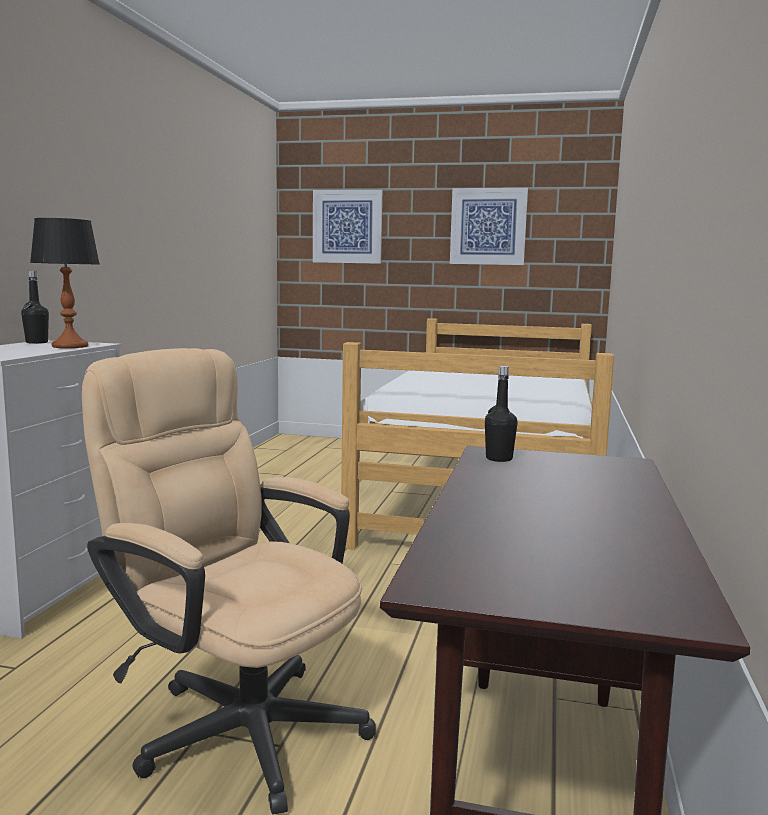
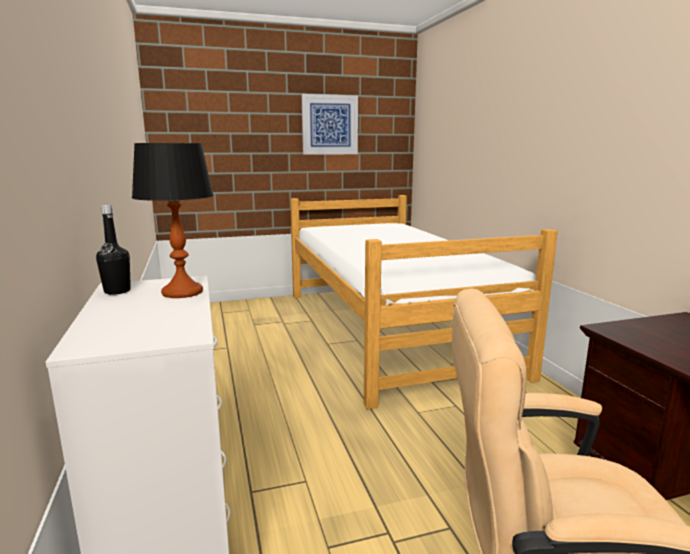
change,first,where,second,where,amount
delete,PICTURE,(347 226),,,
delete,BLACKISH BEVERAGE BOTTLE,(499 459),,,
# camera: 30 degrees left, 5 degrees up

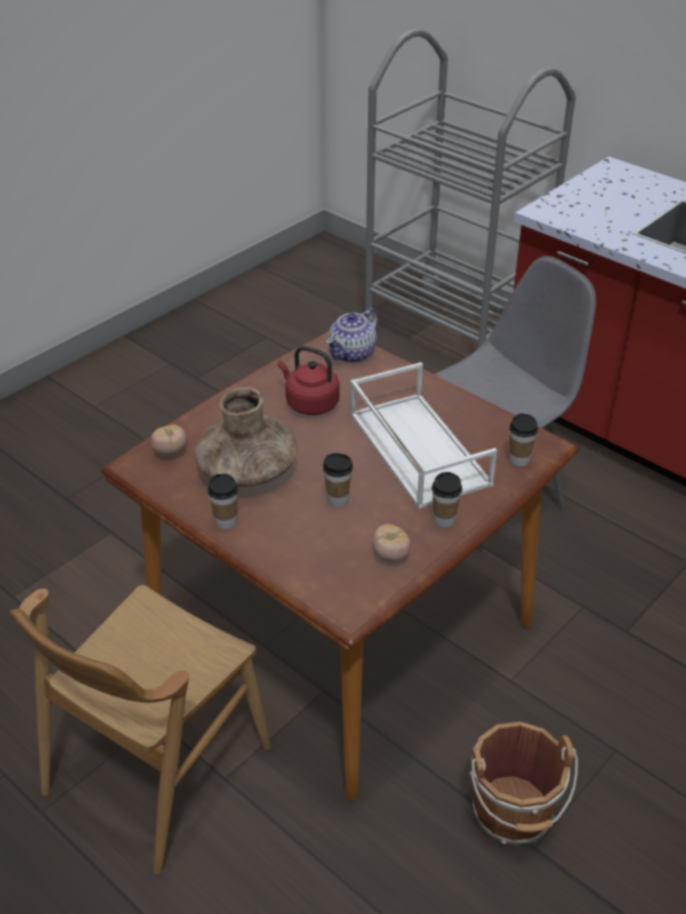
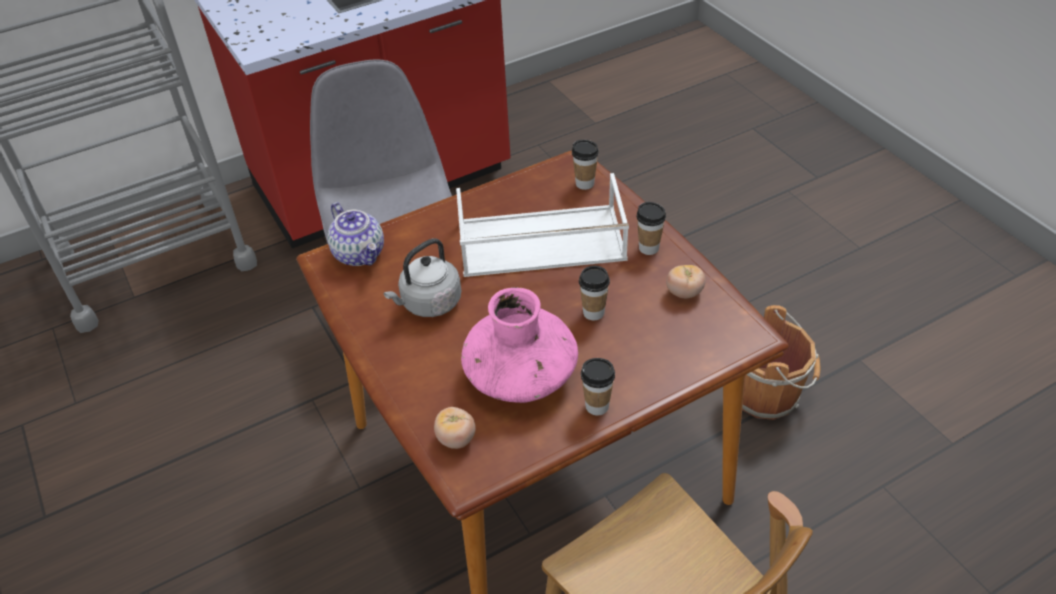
change,first,where,second,where,amount
recolor,BROWN FLOWER VASE,(247 471),PINK-COLOURED FLOWER VASE,(521 375),
recolor,REDDISH KETTLE,(309 403),GREY KETTLE,(428 303),
# camera: 70 degrees left, 5 degrees up

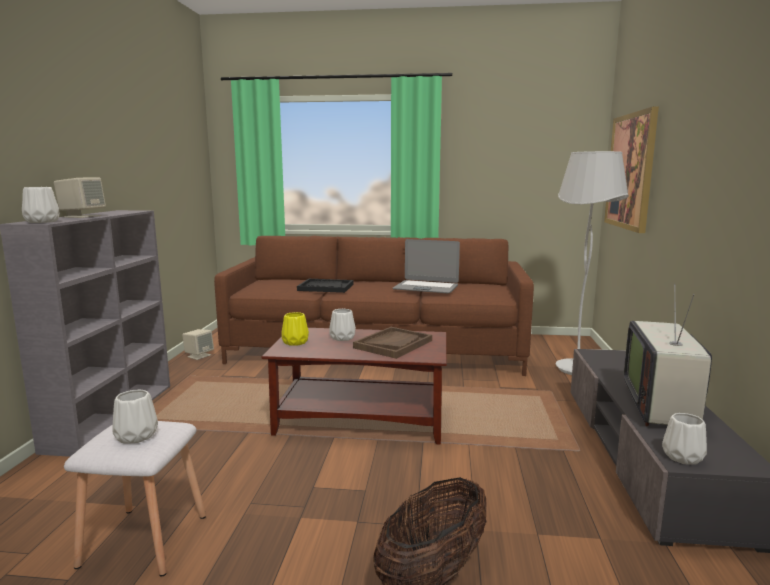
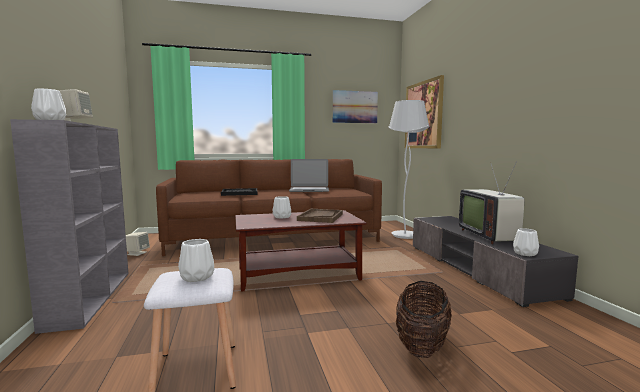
change,first,where,second,where,amount
delete,YELLOW FLOWER VASE,(295 342),,,
insert,,,PICTURE,(355 107),
# camera: 20 degrees left, 5 degrees down

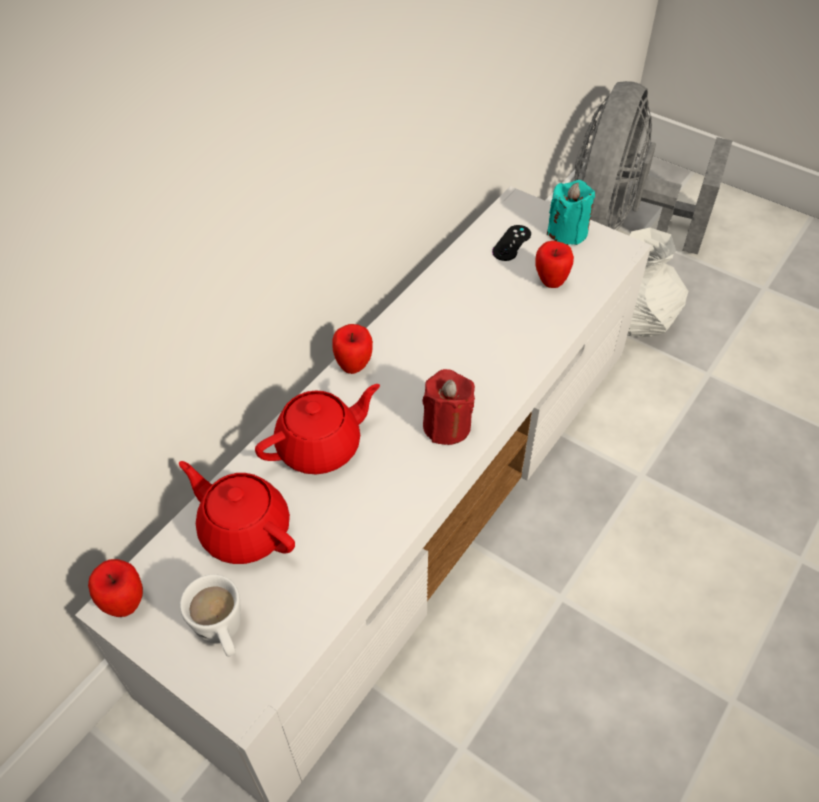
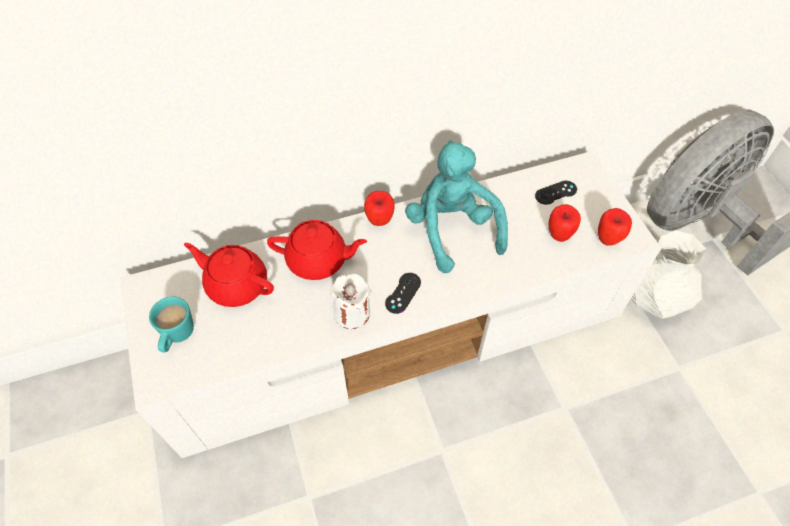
change,first,where,second,where,amount
delete,BLUE-GREEN WAX LIGHT,(567 232),,,
insert,,,WHITE WAX LIGHT,(351 313),
insert,,,BLUE-GREEN PLUSH TOY,(452 230),
move,APPLE,(126 604),,(608 239),
replace,REDDISH WAX LIGHT,(447 426),BLACKISH GAME CONTROLLER,(403 293),
recolor,WHITE MUG,(223 634),BLUE-GREEN MUG,(177 337),
rotate,REDDISH TEAPOT,(244 529),,(236 284),45 degrees counterclockwise
# camera: 35 degrees right, 5 degrees up

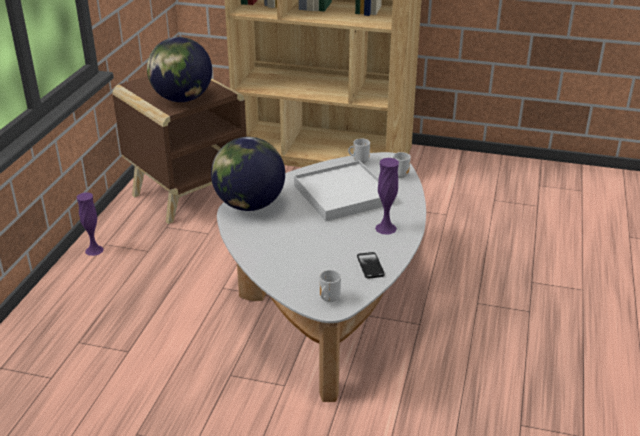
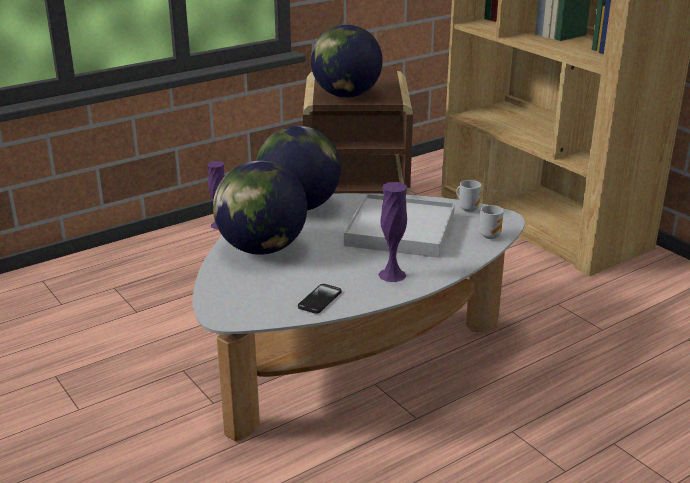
change,first,where,second,where,amount
delete,MUG,(328 299),,,
insert,,,GLOBE,(261 249),
# camera: 40 degrees right, 5 degrees down

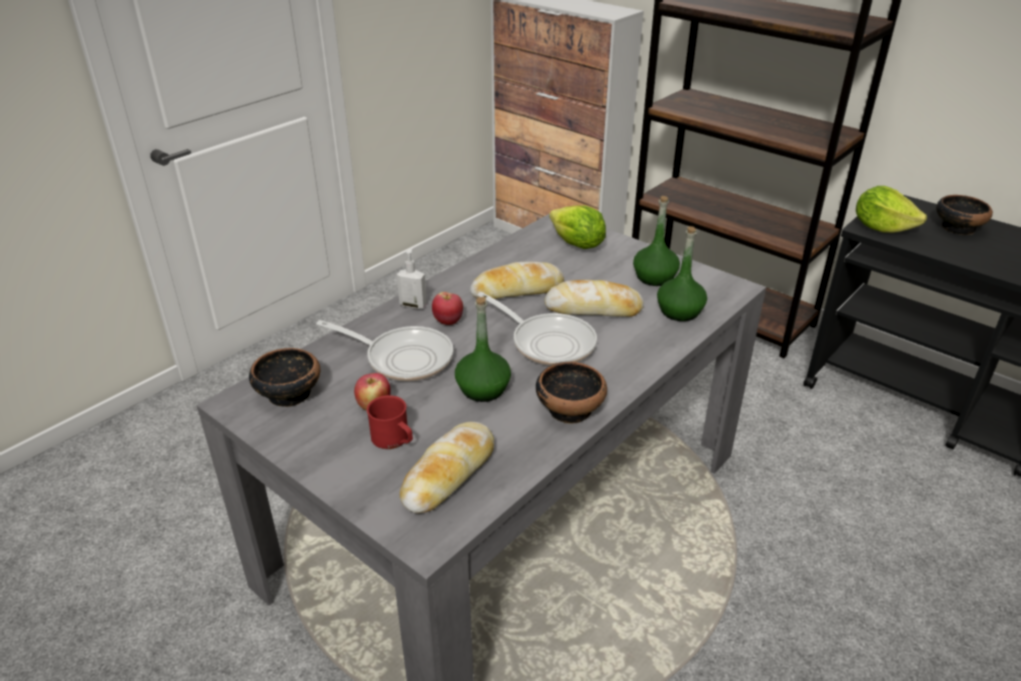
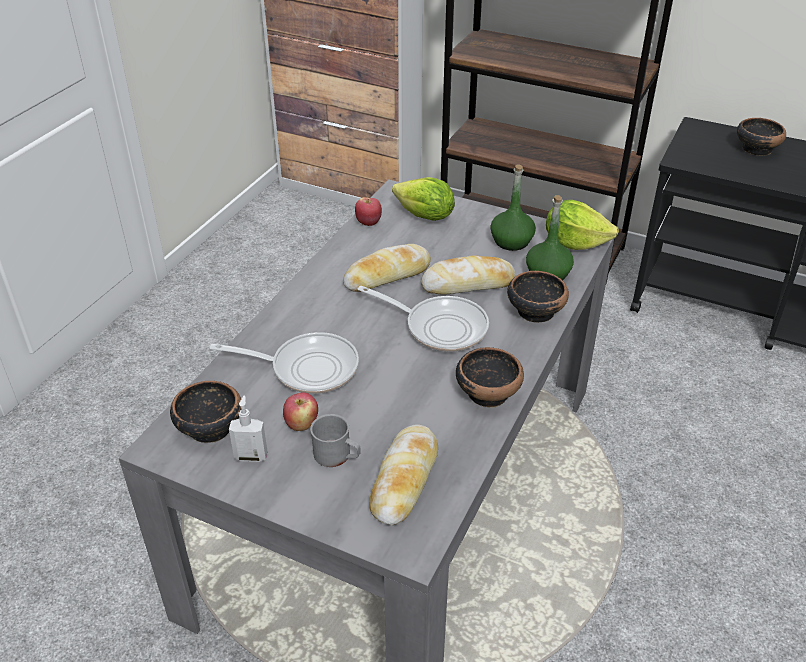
change,first,where,second,where,amount
delete,GREEN BEVERAGE BOTTLE,(483 389),,,
insert,,,SERVING BOWL,(535 311),
move,SOAP BOTTLE,(413 305),,(251 456),
move,APPLE,(448 321),,(369 223),
move,HEAD OF LETTUCE,(881 228),,(574 243),
recolor,REDDISH MUG,(394 440),GREY MUG,(337 456),
# camera: 15 degrees left, 5 degrees up

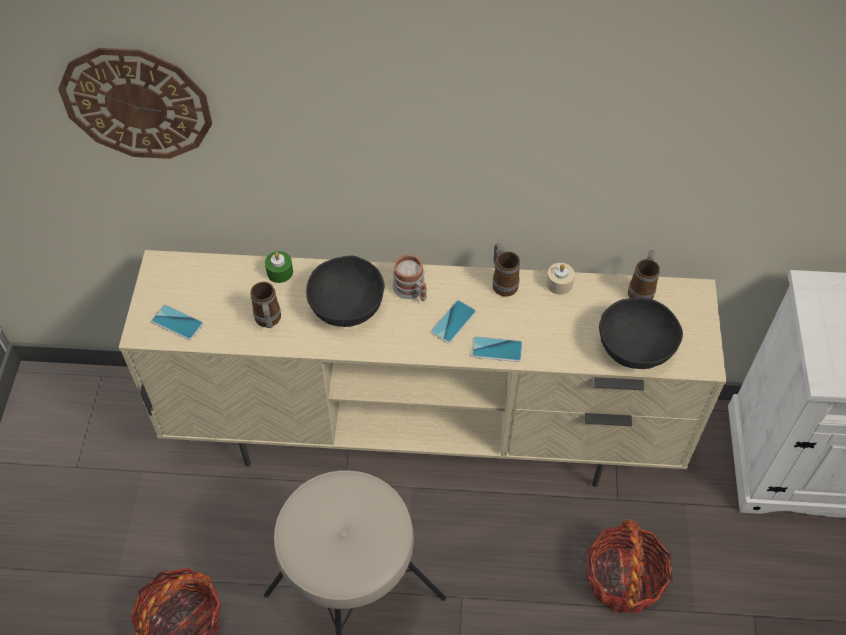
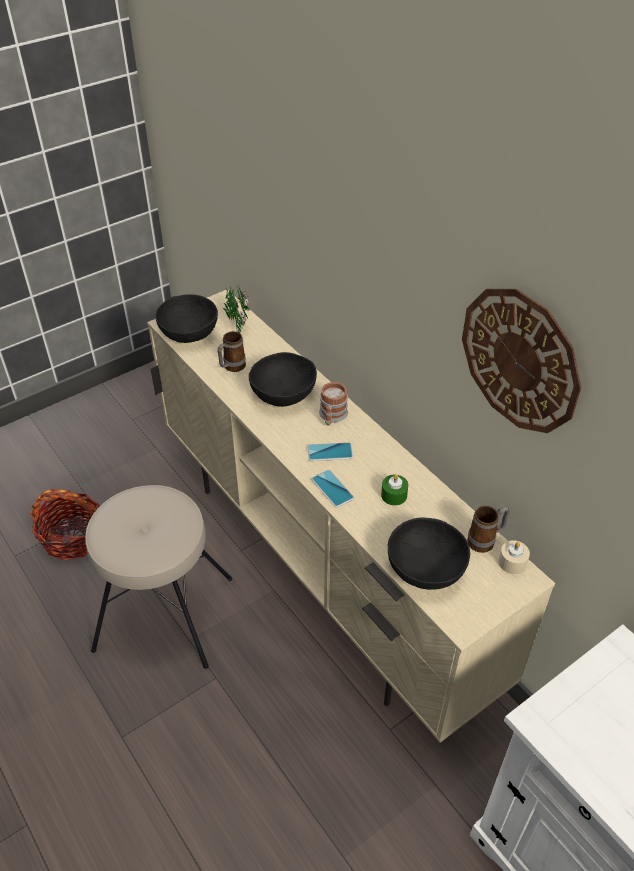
change,first,where,second,where,amount
delete,MUG,(502 282),,,
delete,STORAGE BASKET,(623 578),,,
insert,,,PLANT IN A POT,(237 325),
move,HANGING CLOCK,(137 103),,(520 360),
move,GREEN WAX LIGHT,(280 272),,(394 495),
move,SAND-COLOURED WAX LIGHT,(559 283),,(512 562),
replace,PHONE,(177 322),BLACKISH SERVING BOWL,(189 332),
# camera: 50 degrees right, 10 degrees down

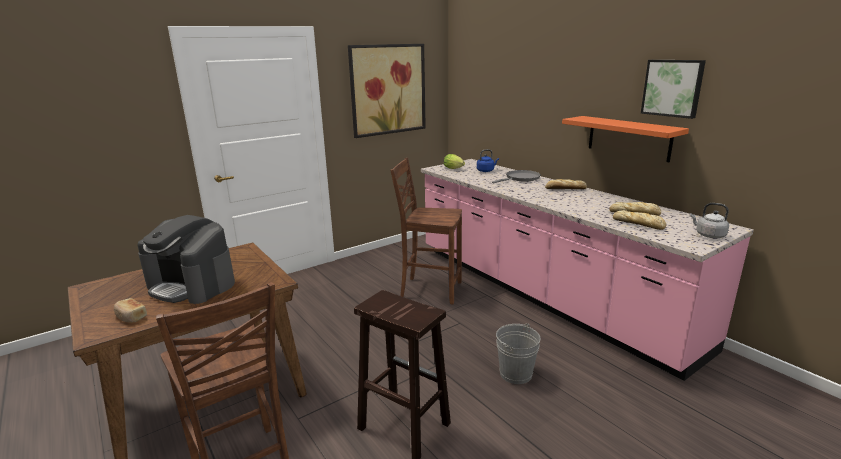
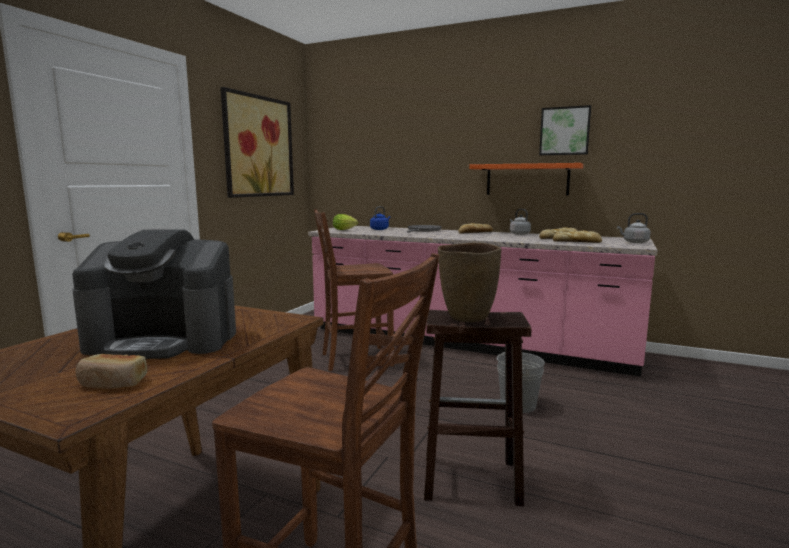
change,first,where,second,where,amount
insert,,,BROWN FLOWER VASE,(467 317),
insert,,,GREY KETTLE,(518 234),
# camera: 30 degrees left, 10 degrees down

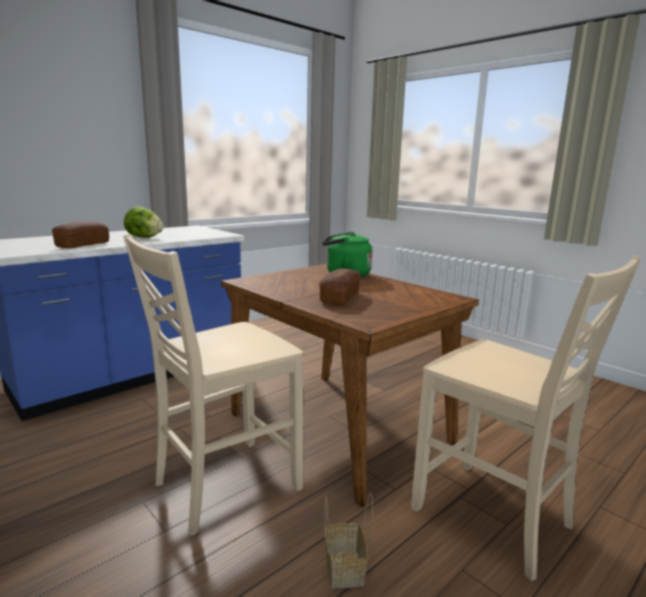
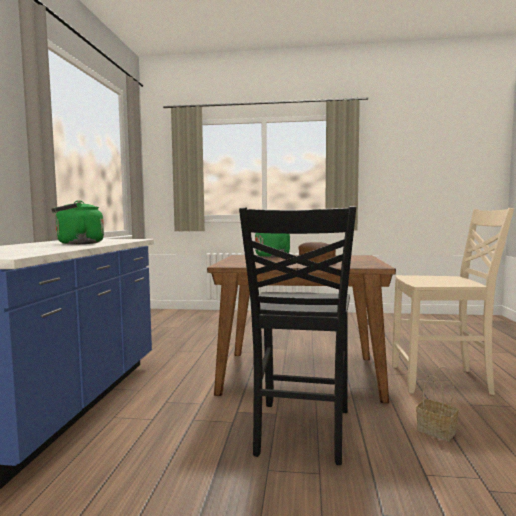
change,first,where,second,where,amount
delete,BREAD,(82 245),,,
replace,HEAD OF LETTUCE,(144 237),GREEN KETTLE,(77 243),
recolor,SAND-COLOURED UPRIGHT CHAIR,(223 485),BLACKISH UPRIGHT CHAIR,(300 432),
# camera: 40 degrees left, 10 degrees down

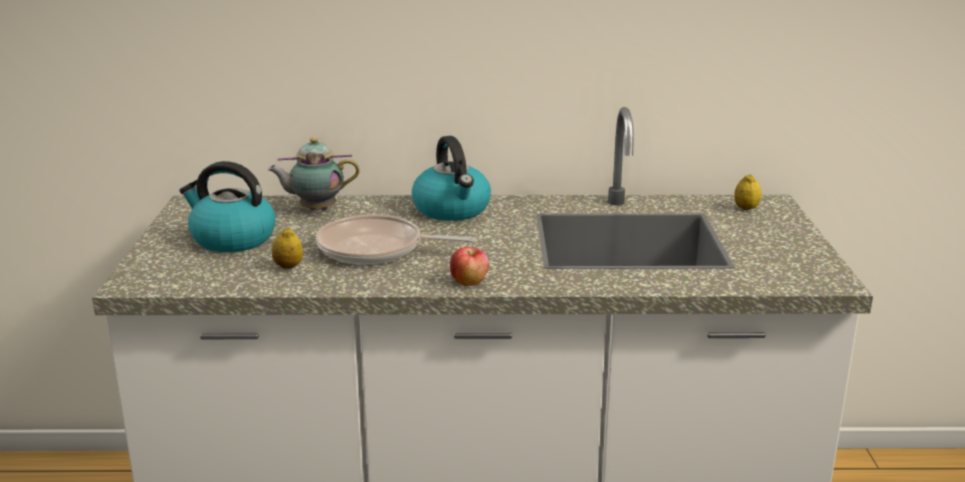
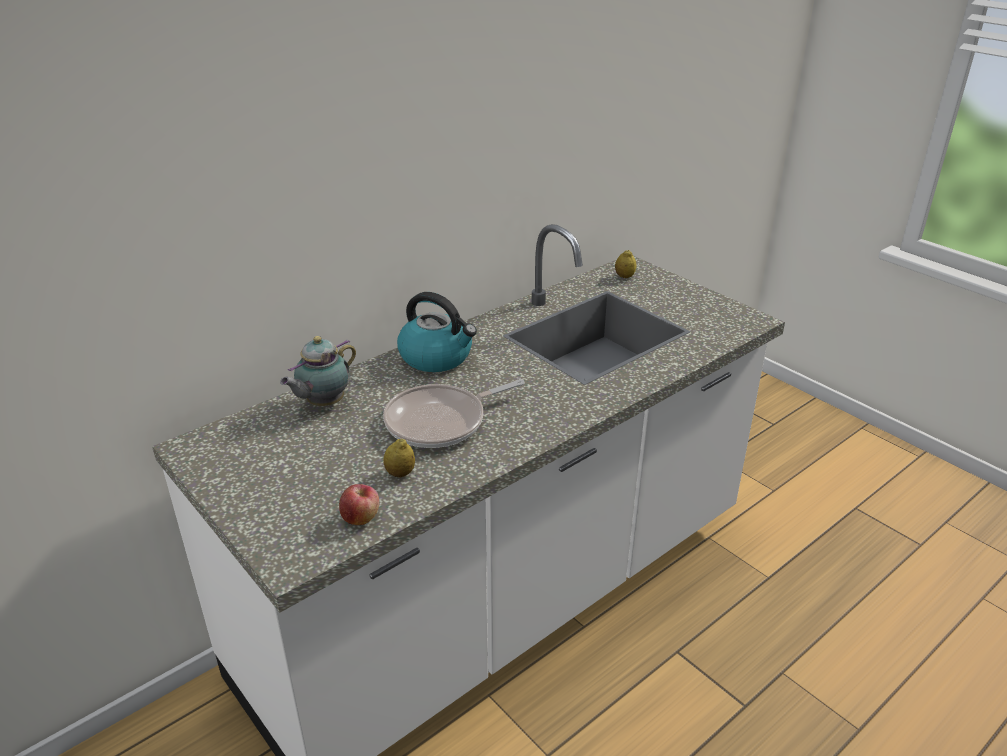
change,first,where,second,where,amount
delete,KETTLE,(231 239),,,
move,APPLE,(469 281),,(361 517),
# camera: 40 degrees left, 10 degrees up

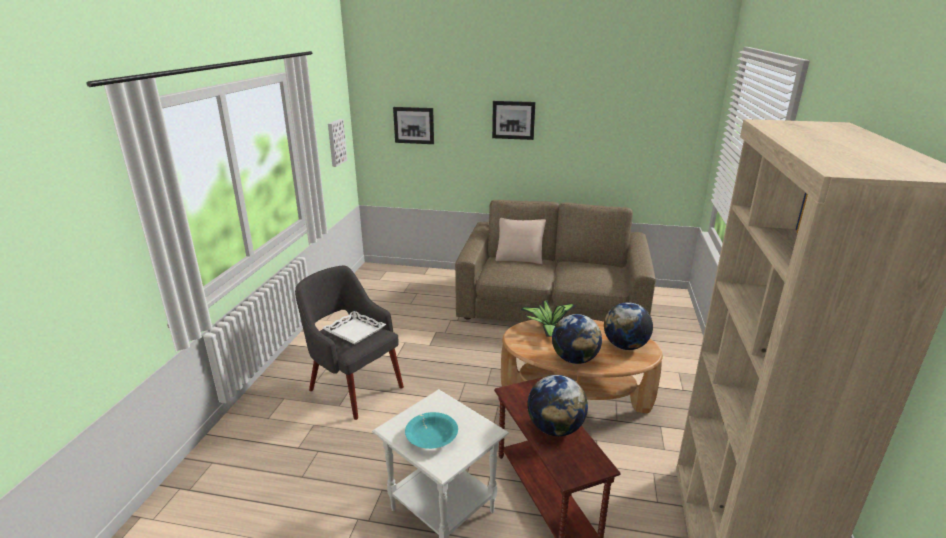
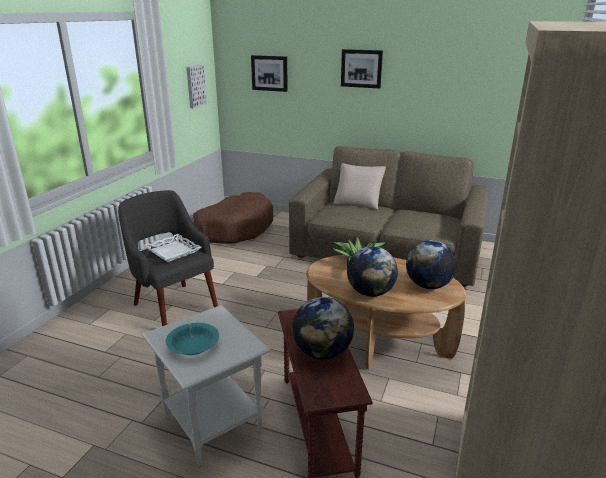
change,first,where,second,where,amount
insert,,,BROWN PET BED,(235 228),
# camera: 10 degrees right, 0 degrees up

